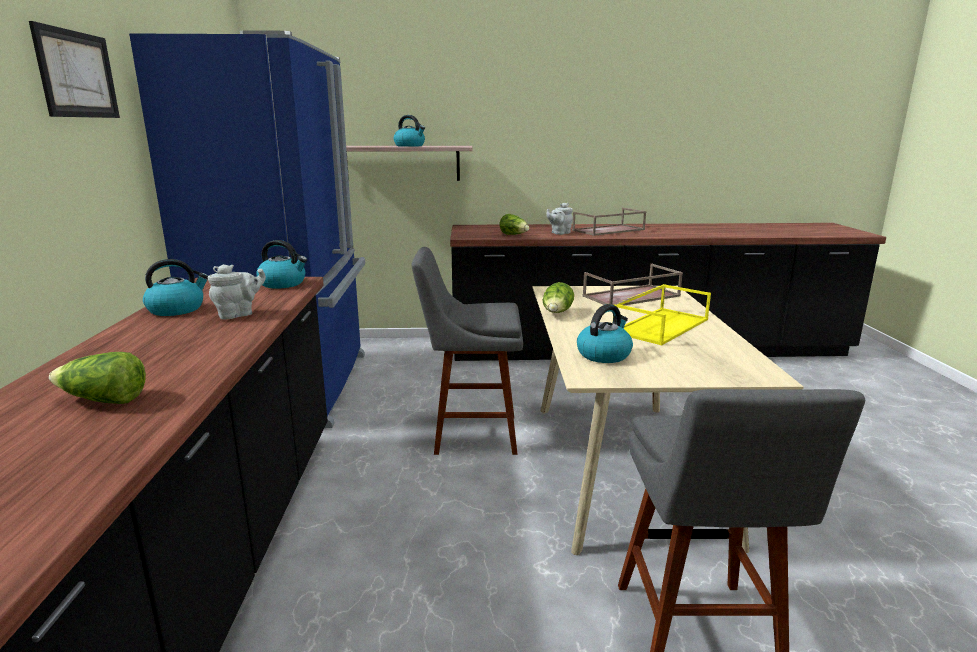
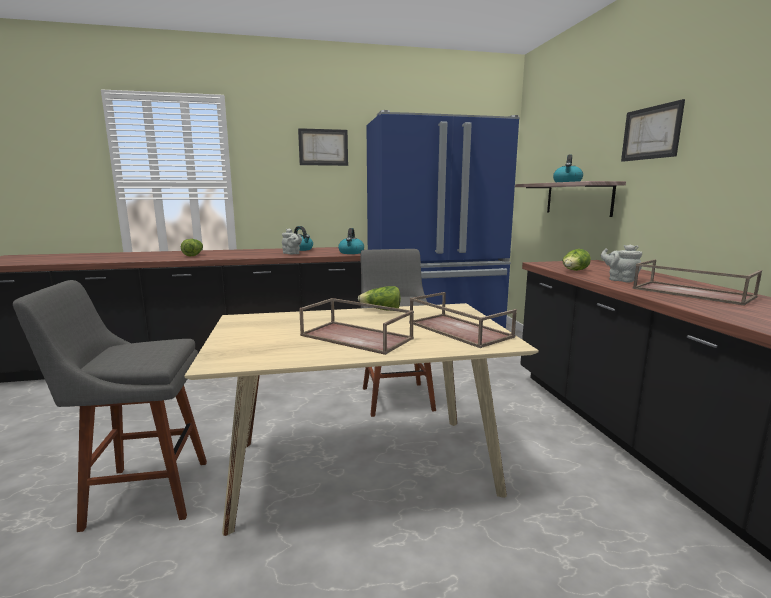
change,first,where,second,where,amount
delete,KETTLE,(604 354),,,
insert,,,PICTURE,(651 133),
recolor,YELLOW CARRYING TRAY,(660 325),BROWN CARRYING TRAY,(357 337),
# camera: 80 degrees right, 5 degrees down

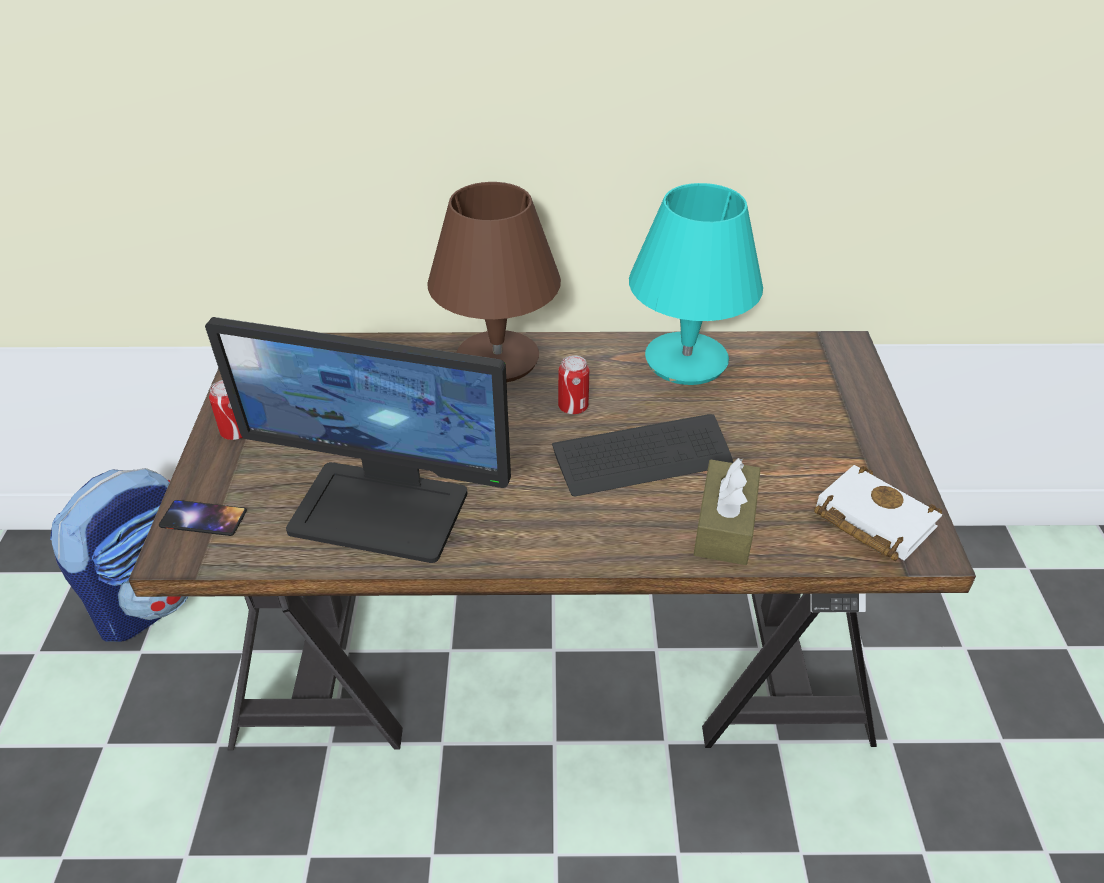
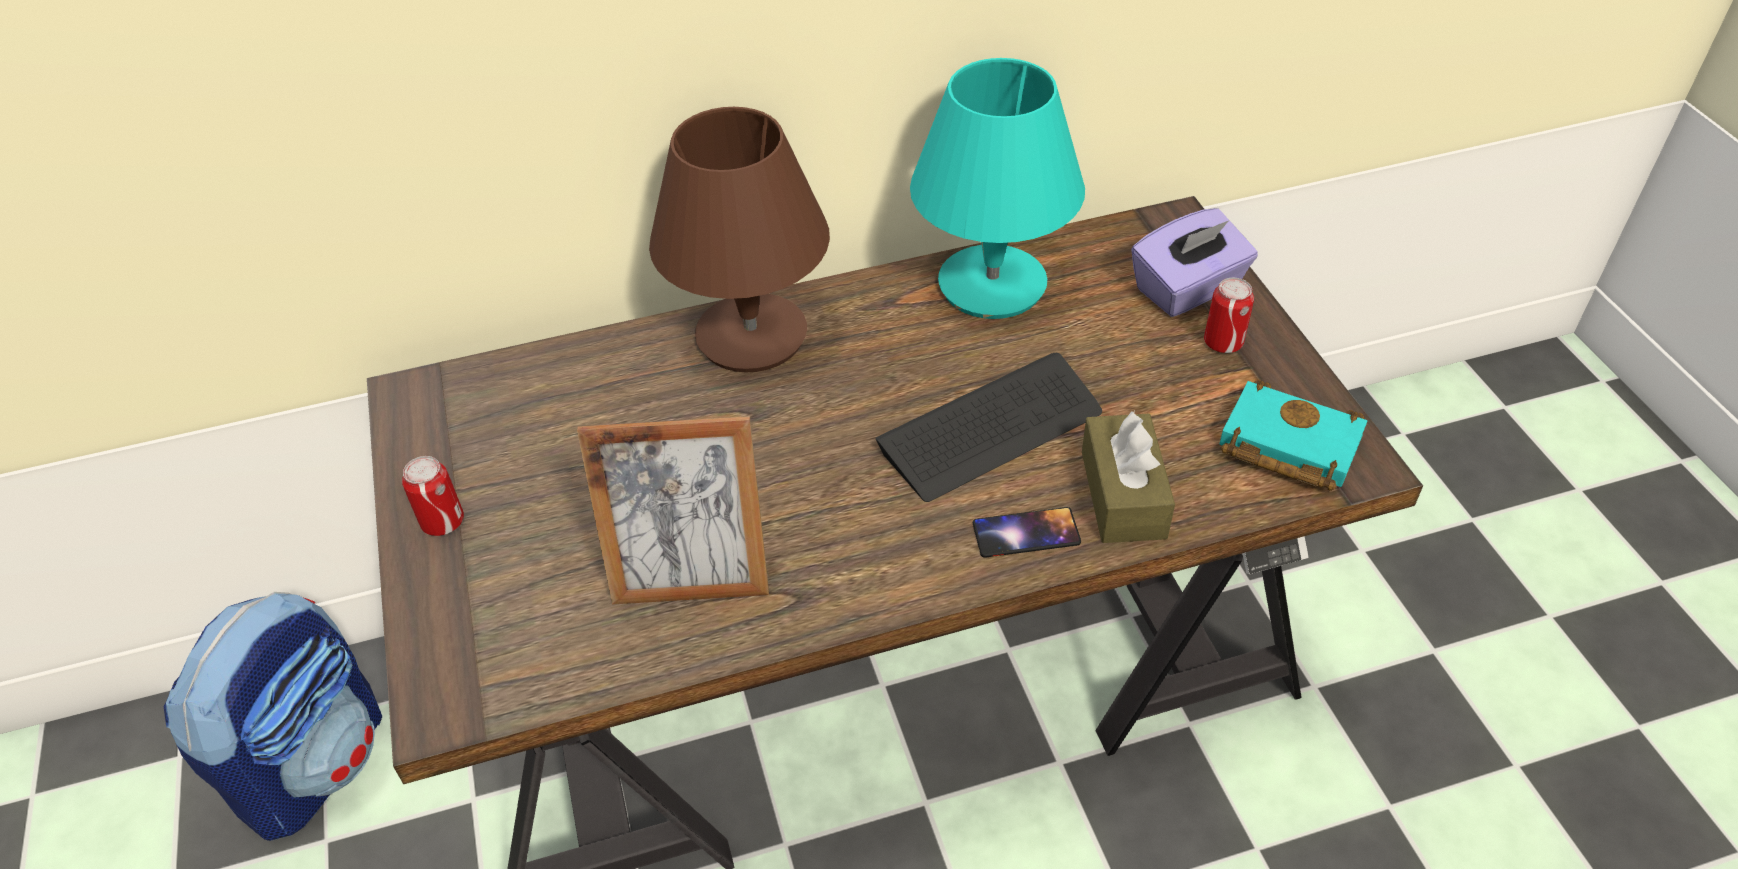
change,first,where,second,where,amount
insert,,,PURPLE TISSUE HOLDER,(1188 289),
move,PHONE,(203 518),,(1026 533),
move,SEALED CAN,(573 407),,(1223 342),
replace,COMPUTER DISPLAY,(382 509),PHOTO FRAME,(691 581),
recolor,WHITE BOOK,(870 519),BLUE-GREEN BOOK,(1284 445),
# camera: 15 degrees left, 5 degrees up

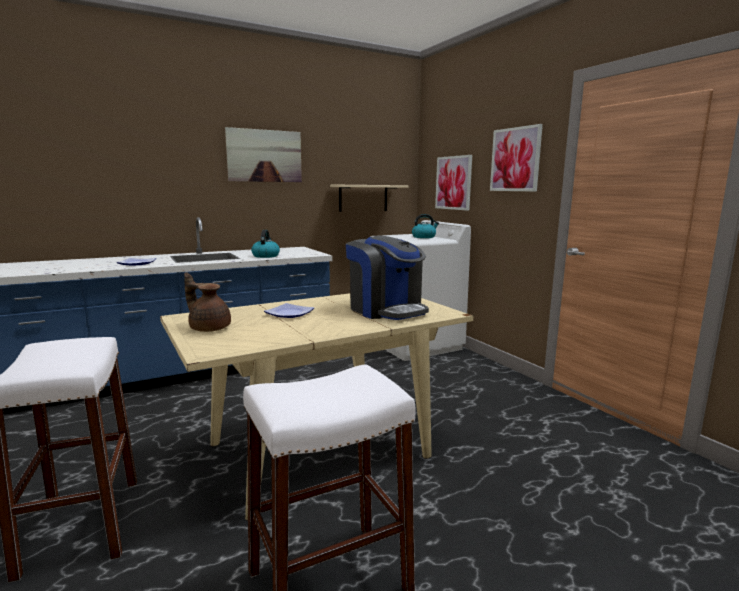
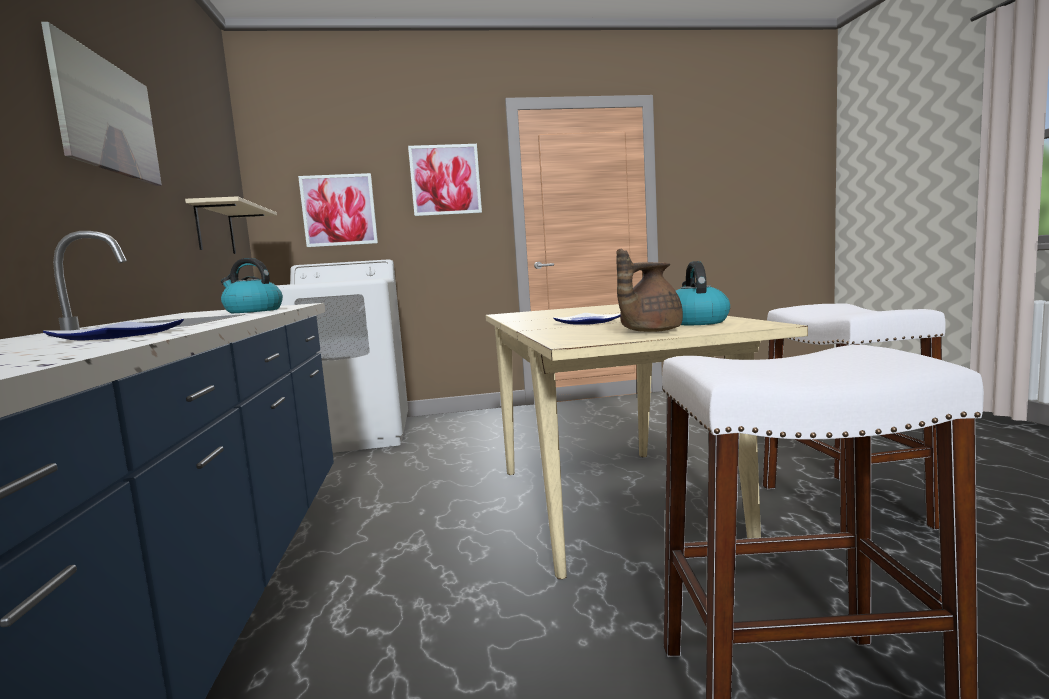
change,first,where,second,where,amount
delete,COFFEE BREWER,(386 310),,,
move,KETTLE,(424 237),,(695 322),
# camera: 70 degrees left, 5 degrees down

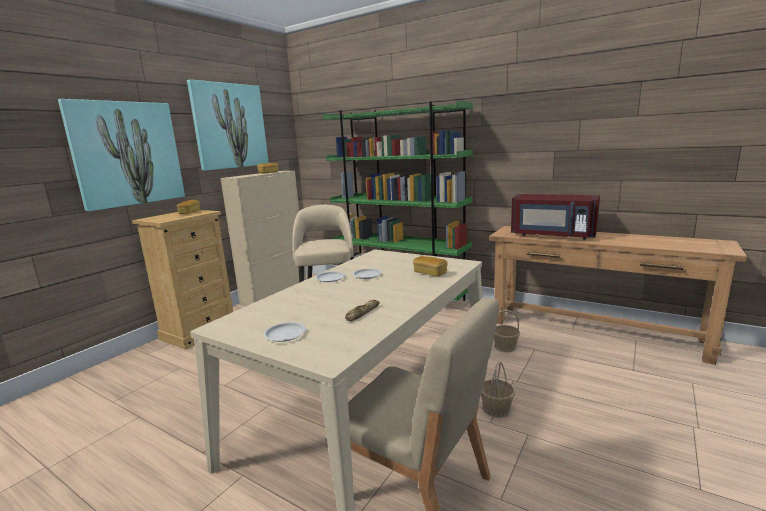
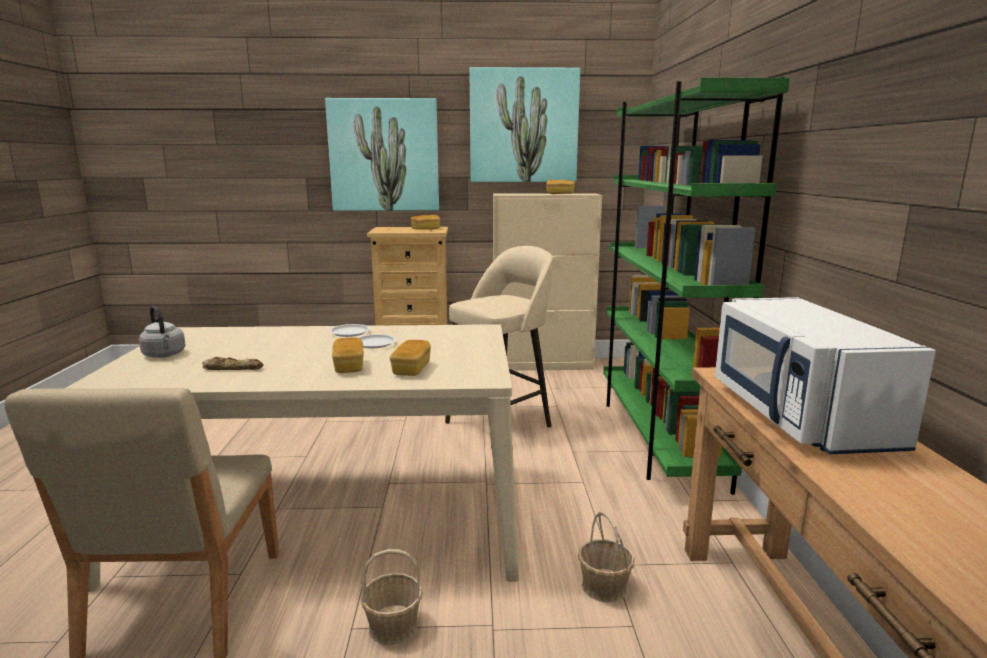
change,first,where,second,where,amount
insert,,,BREAD,(349 367),
replace,WHITE PLATE,(285 334),GREY KETTLE,(165 355),
recolor,REDDISH MICROWAVE OVEN,(552 235),WHITE MICROWAVE OVEN,(796 415),
# camera: 55 degrees right, 0 degrees up

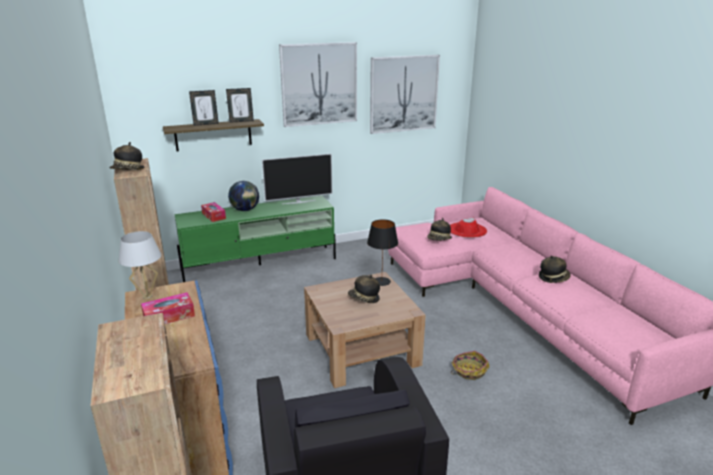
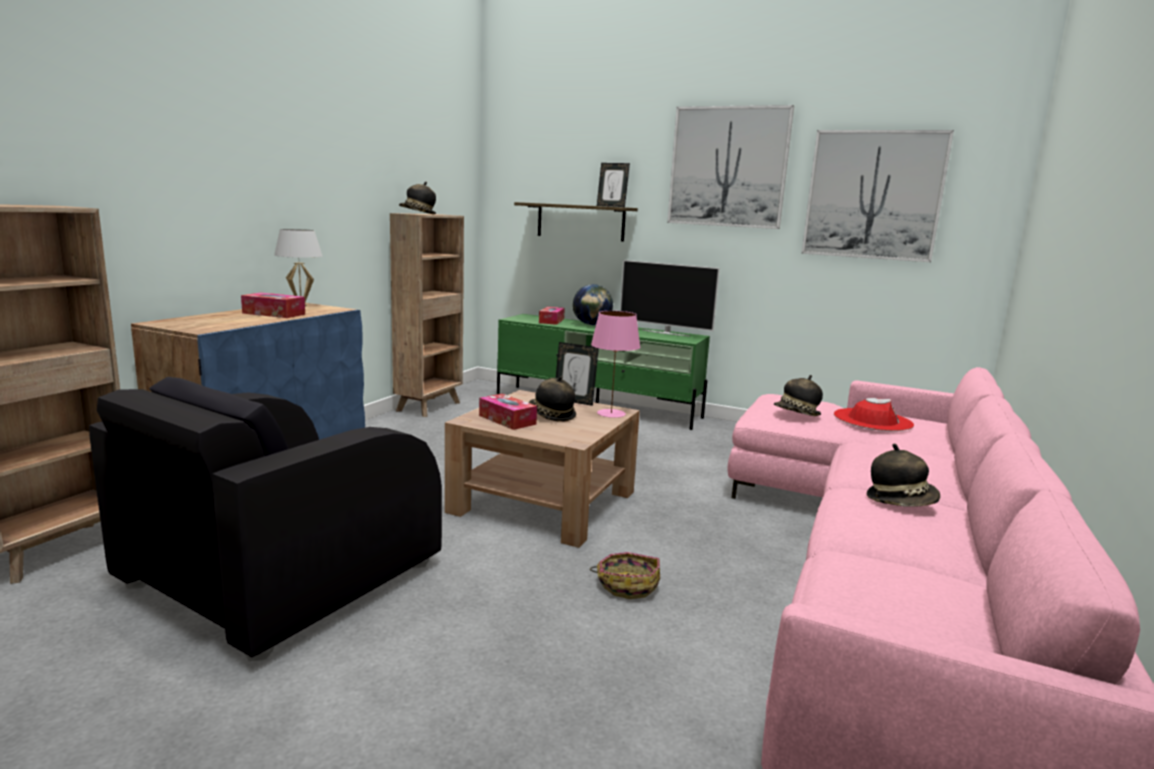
change,first,where,second,where,amount
insert,,,TISSUE HOLDER,(507 420),
move,PHOTO FRAME,(206 124),,(574 401),
recolor,BLACKISH TABLE LAMP,(382 281),PINK-COLOURED TABLE LAMP,(611 413),
# camera: 45 degrees right, 10 degrees down

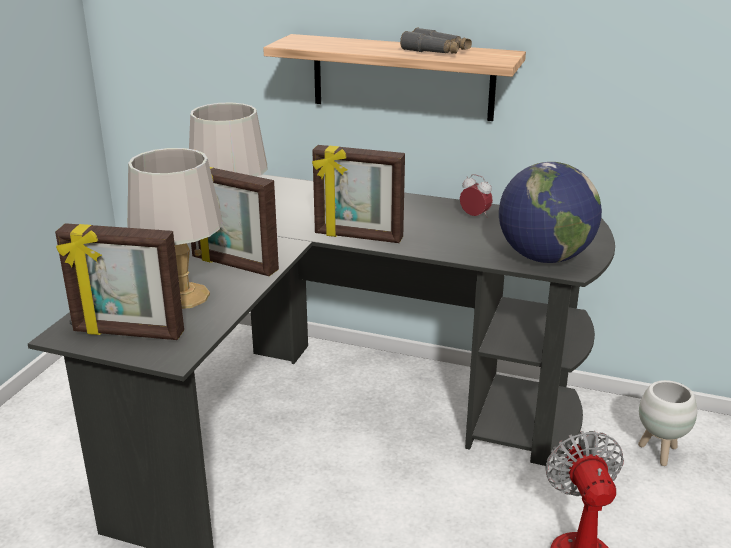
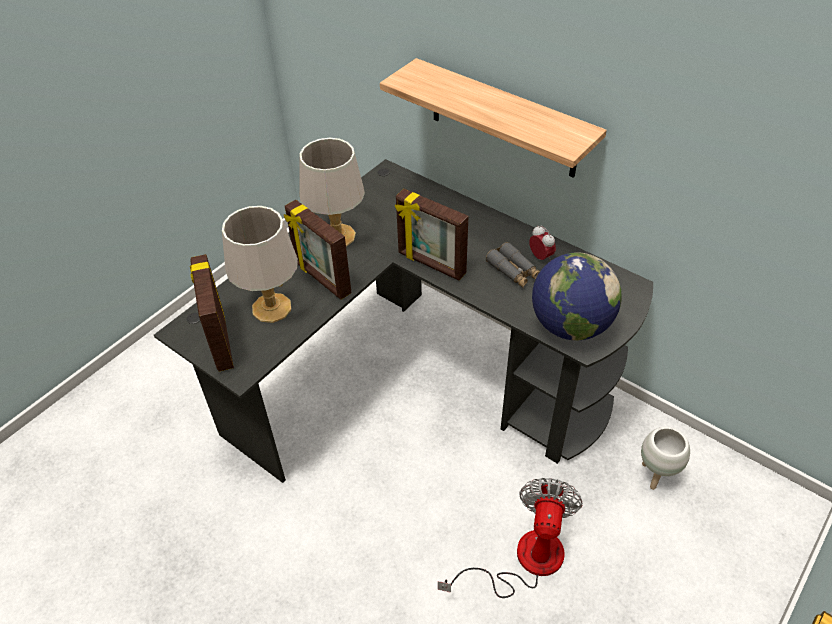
change,first,where,second,where,amount
move,GREY FIELD GLASSES,(436 51),,(514 271),
rotate,PHOTO FRAME,(128 333),,(219 341),45 degrees clockwise
# camera: 20 degrees right, 20 degrees up

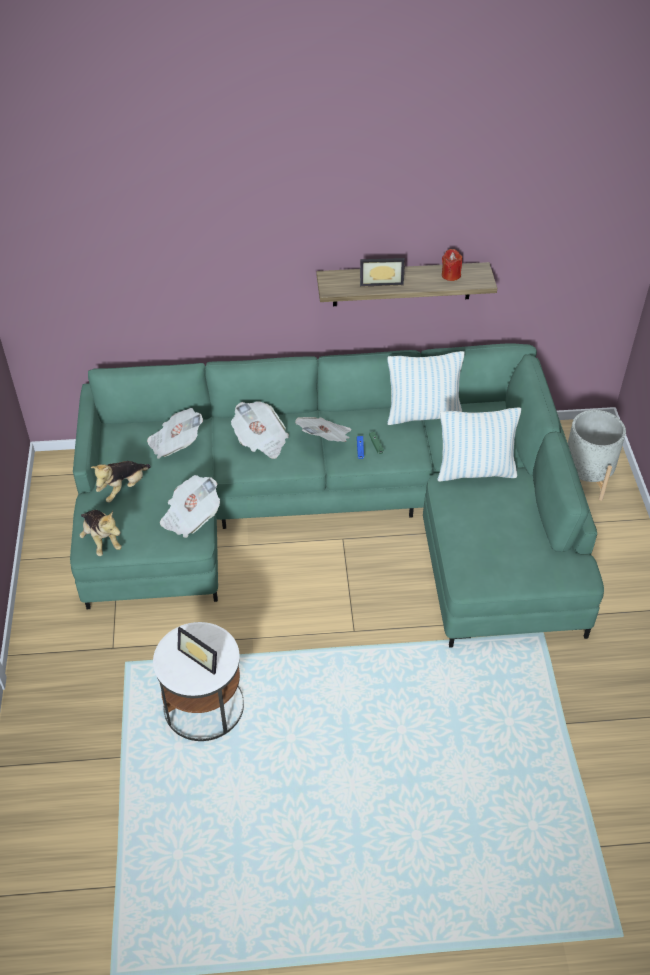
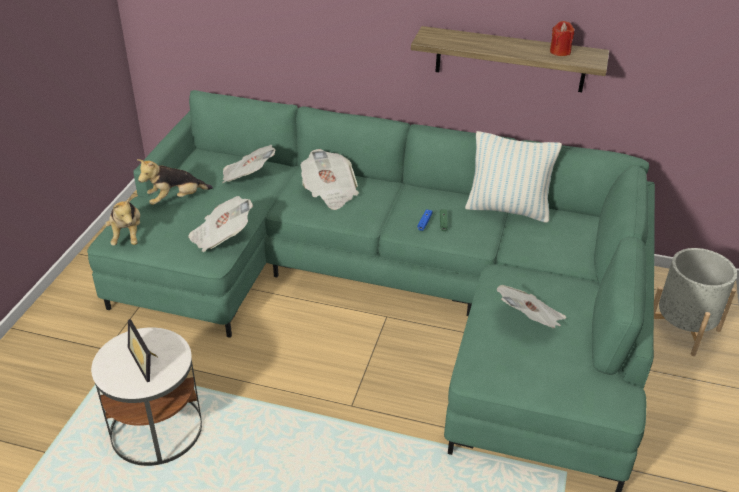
change,first,where,second,where,amount
delete,PHOTO FRAME,(381 281),,,
delete,THROW PILLOW,(475 471),,,
move,DAILY PAPER,(325 439),,(530 321),
# camera: 20 degrees right, 10 degrees down

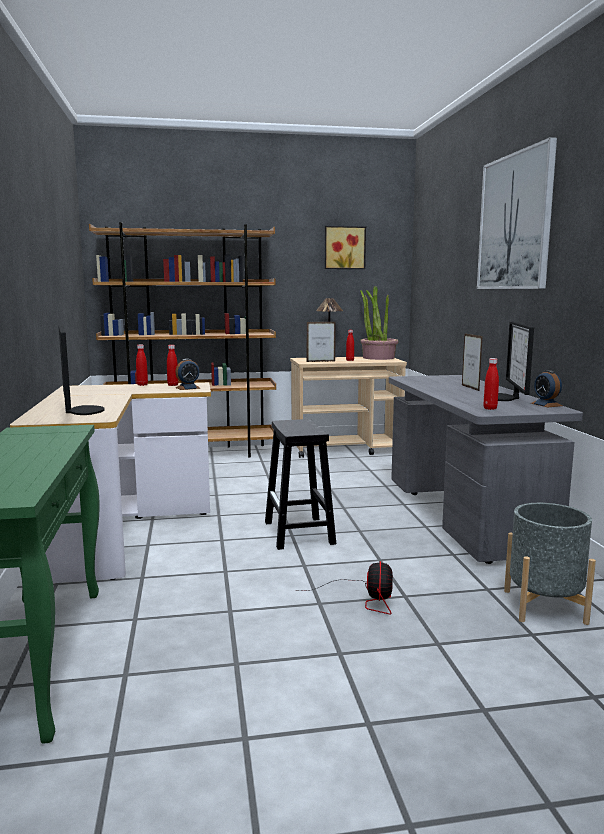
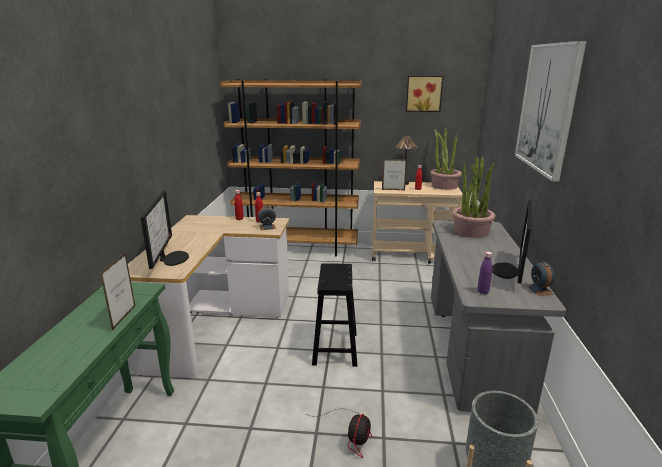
change,first,where,second,where,amount
insert,,,PLANT IN A POT,(471 231),
move,PHOTO FRAME,(470 388),,(124 317),
recolor,REDDISH BEVERAGE BOTTLE,(490 408),PURPLE BEVERAGE BOTTLE,(483 292),
# camera: 15 degrees right, 10 degrees up

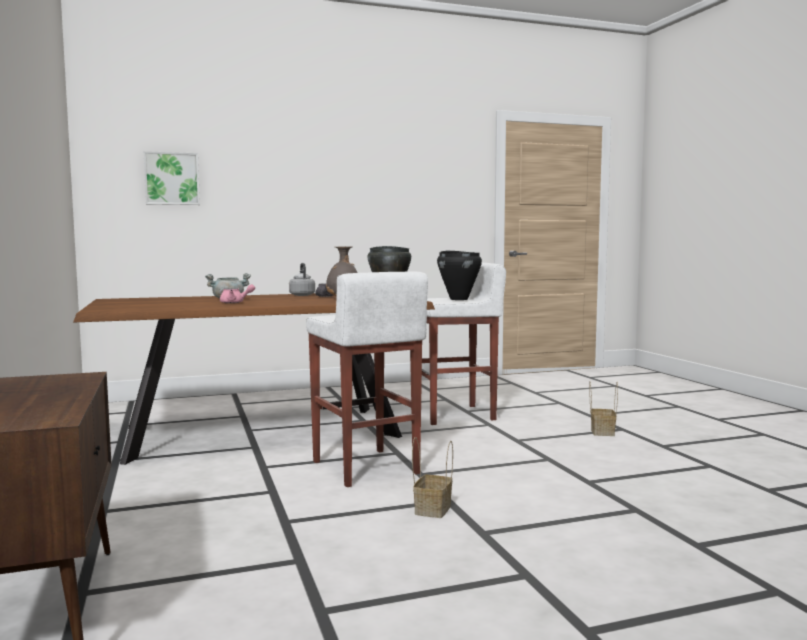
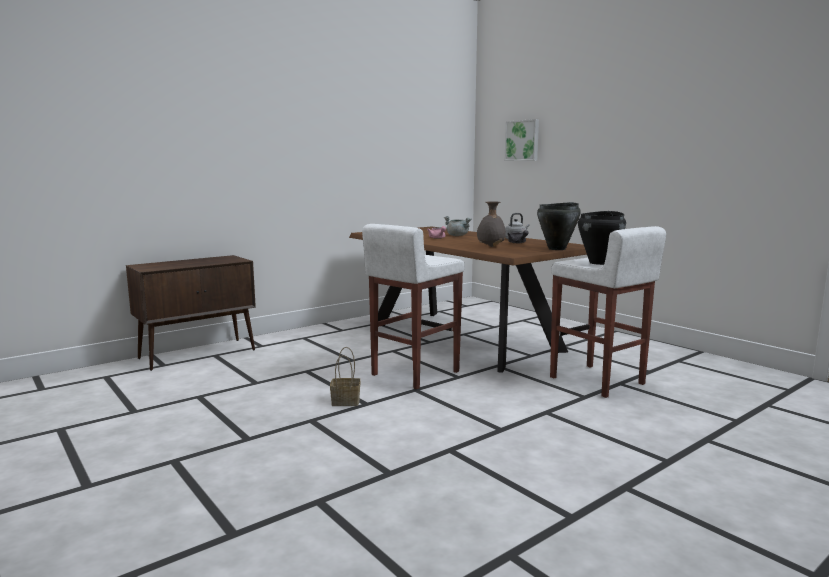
change,first,where,second,where,amount
delete,STORAGE BASKET,(601 431),,,
# camera: 70 degrees right, 5 degrees up

